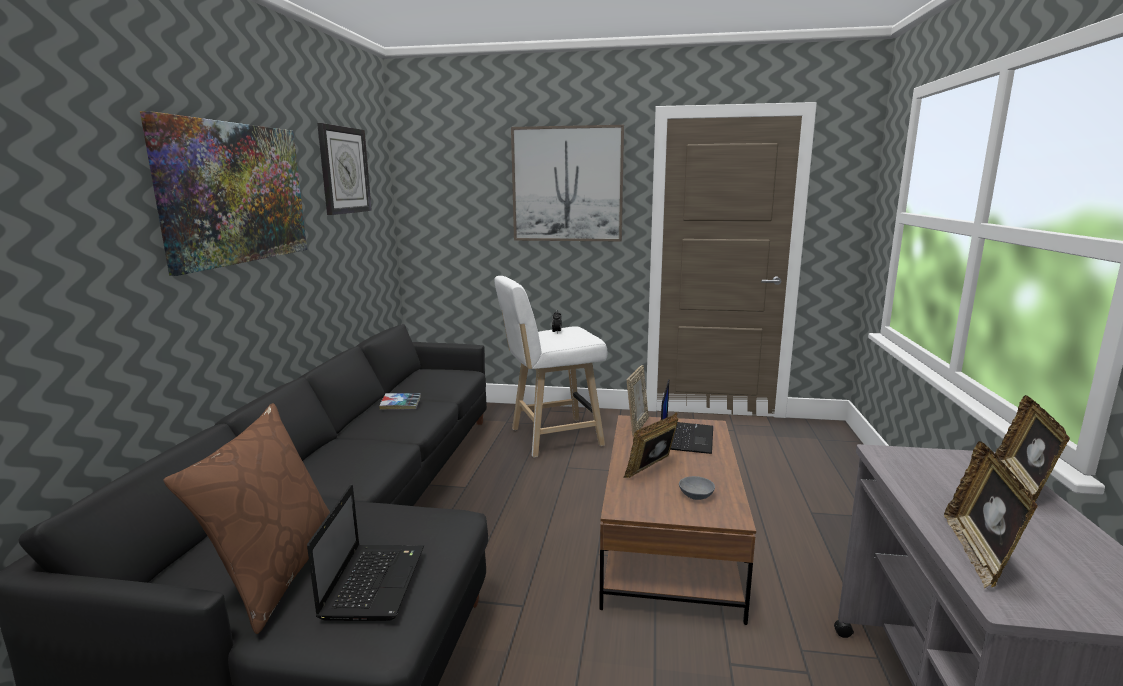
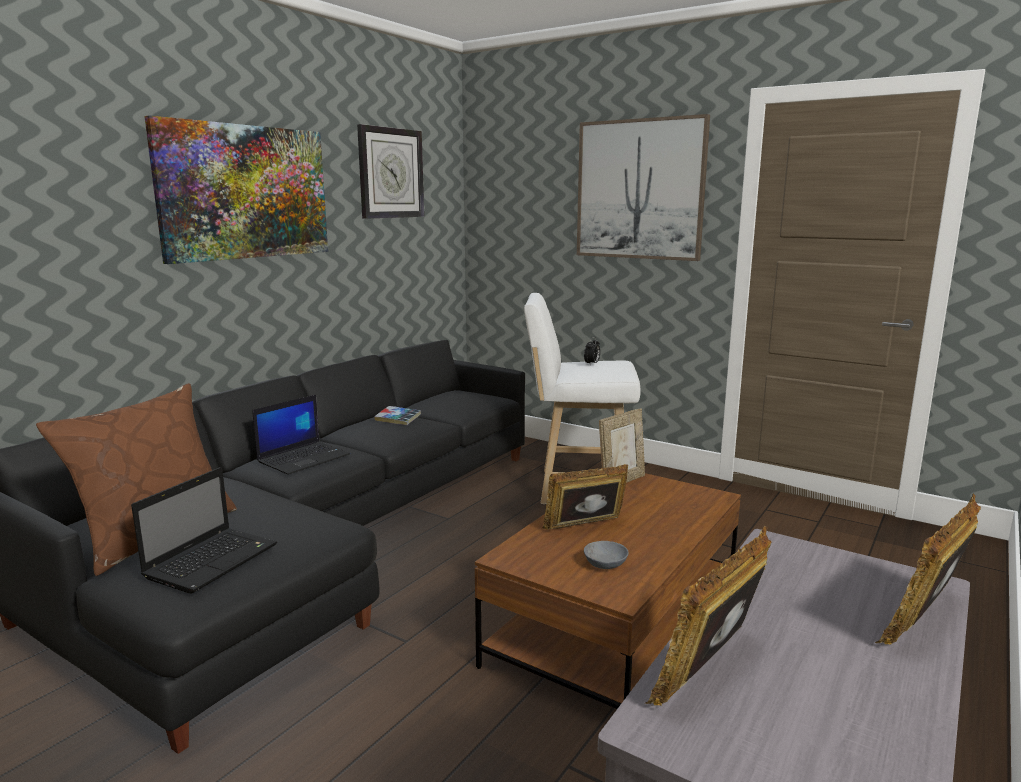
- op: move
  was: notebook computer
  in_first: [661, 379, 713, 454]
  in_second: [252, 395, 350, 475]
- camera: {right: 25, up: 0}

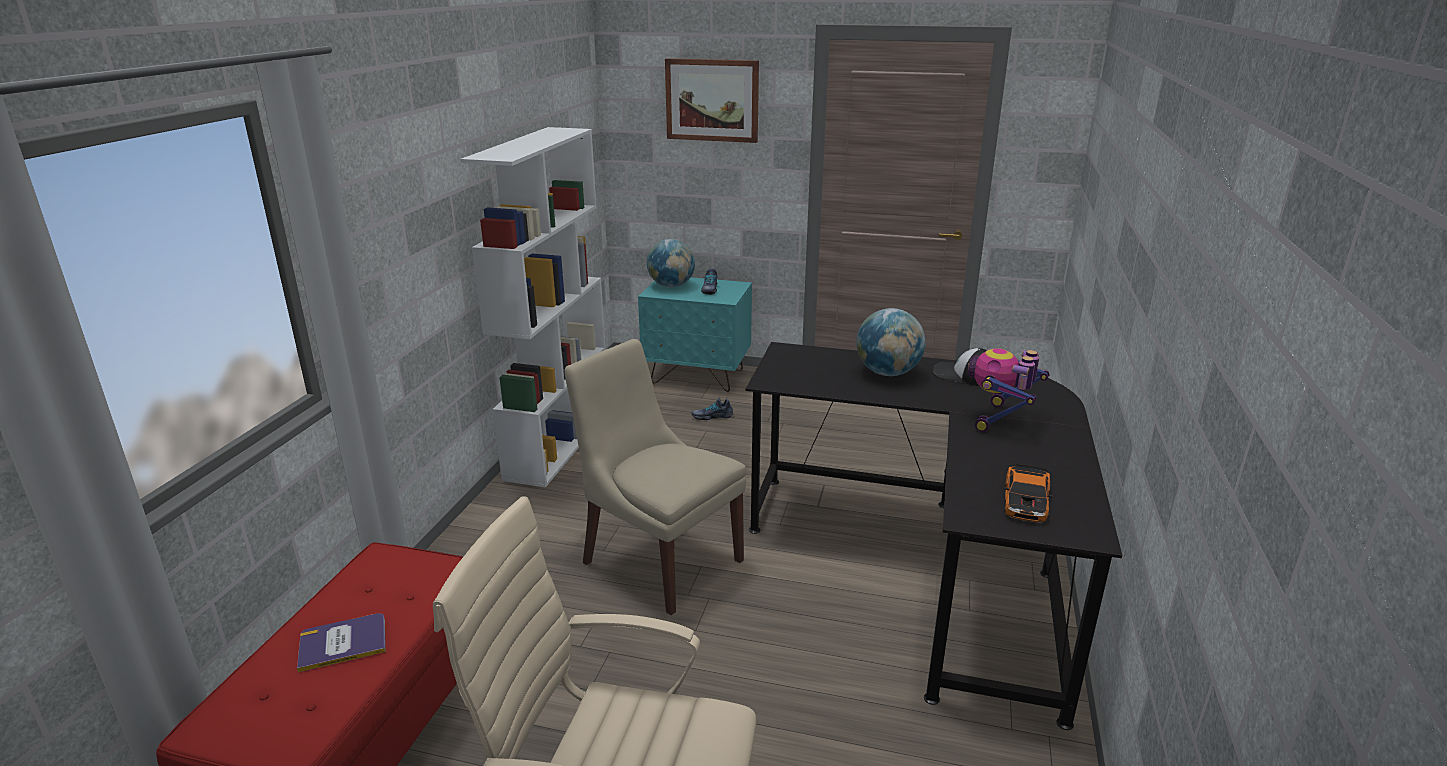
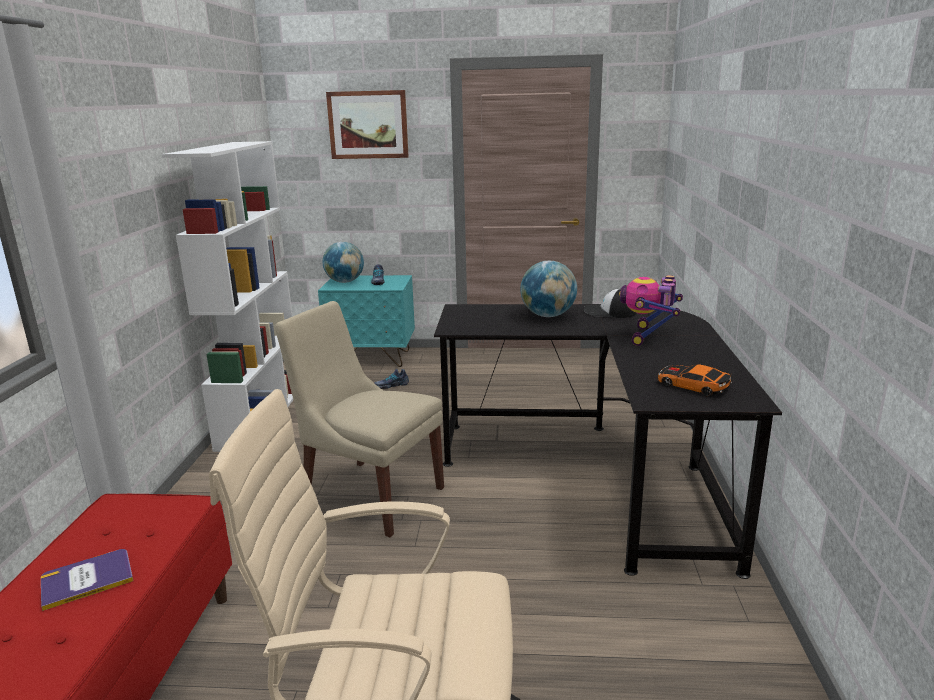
- op: rotate
  was: toy car
  in_first: [1004, 464, 1053, 523]
  in_second: [657, 364, 732, 397]
  clockwise: 120
- camera: {right: -10, up: -5}

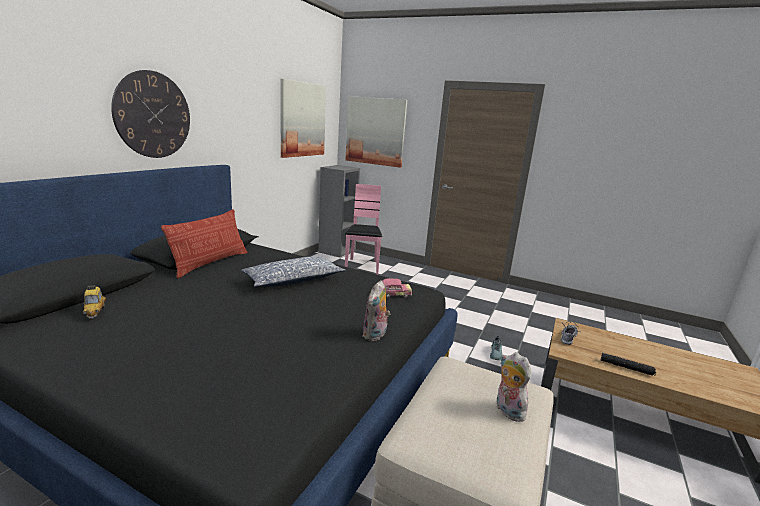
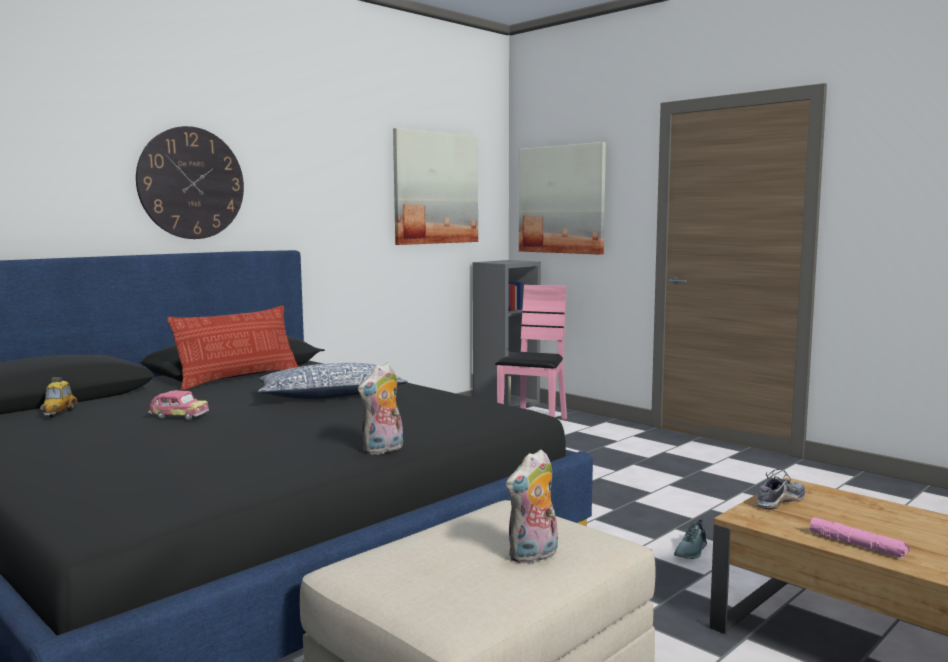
- op: move
  was: toy car
  in_first: [382, 278, 412, 298]
  in_second: [149, 390, 209, 420]
- op: recolor
  was: black-coloured hand torch
  now: pinkish hand torch
  in_first: [601, 353, 656, 376]
  in_second: [810, 517, 910, 558]
- op: rotate
  was: plush toy
  in_first: [497, 352, 531, 422]
  in_second: [506, 449, 558, 563]
  clockwise: -120
- camera: {right: 20, up: -10}

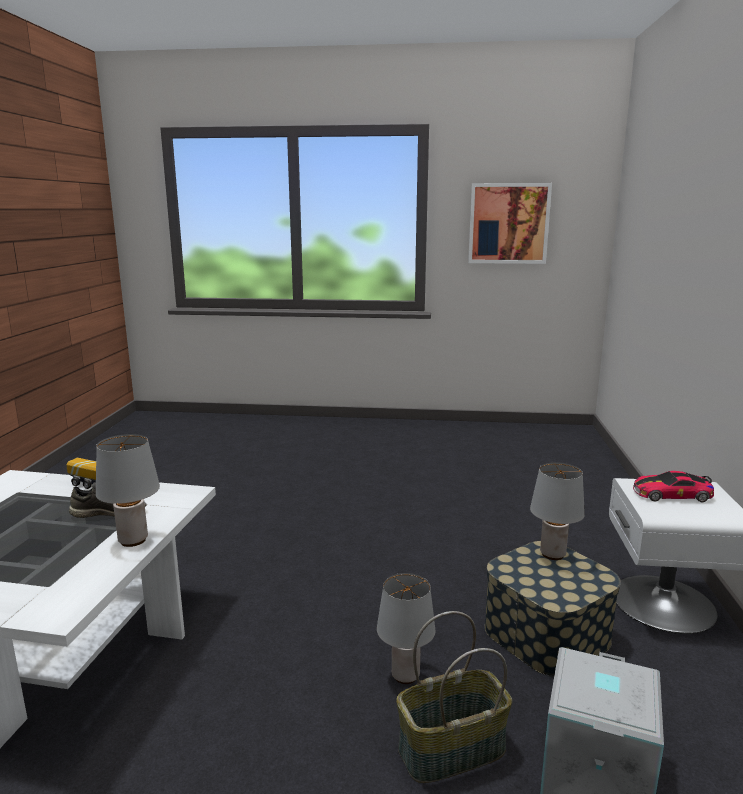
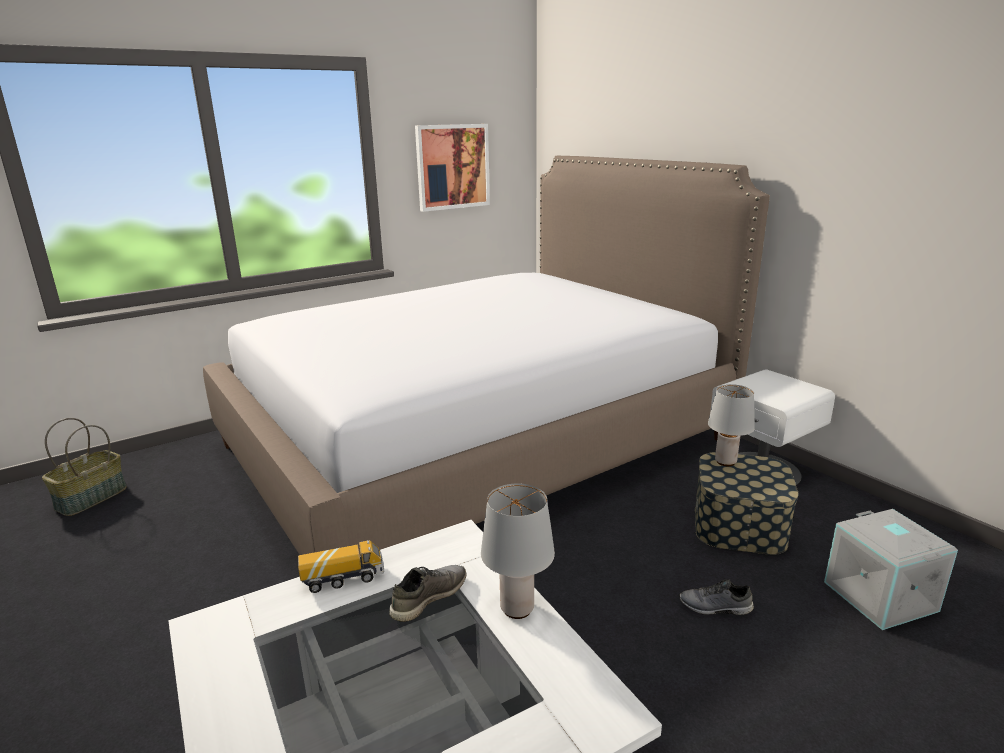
- op: delete
  was: toy car
  in_first: [633, 471, 714, 502]
- op: insert
  now: bedroom bed
  in_second: [203, 156, 770, 556]
- op: move
  was: basket
  in_first: [396, 611, 512, 783]
  in_second: [42, 418, 127, 516]
- op: replace
  was: grey lamp for a table
  now: grey low shoe
  in_first: [377, 573, 435, 684]
  in_second: [679, 579, 754, 615]
- camera: {right: -40, up: 5}

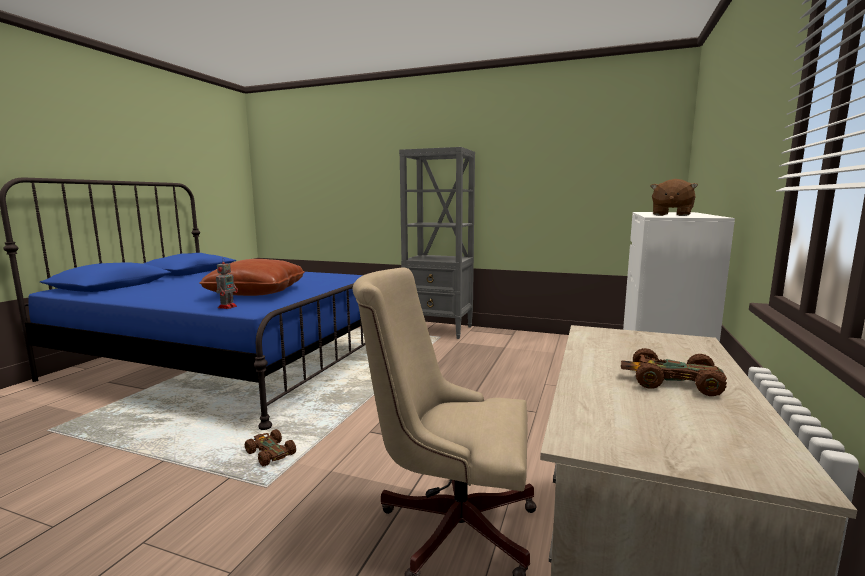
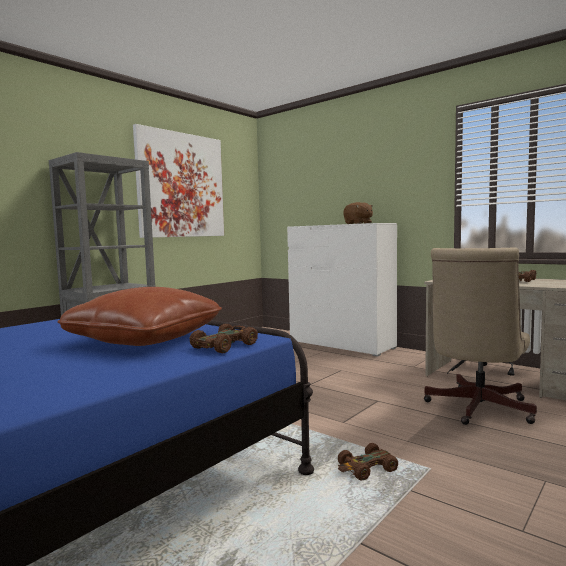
- op: insert
  now: picture
  in_second: [133, 124, 224, 238]
- op: replace
  was: toy robot
  now: brownish toy car
  in_first: [216, 258, 238, 309]
  in_second: [189, 323, 258, 353]
- camera: {right: -70, up: -5}

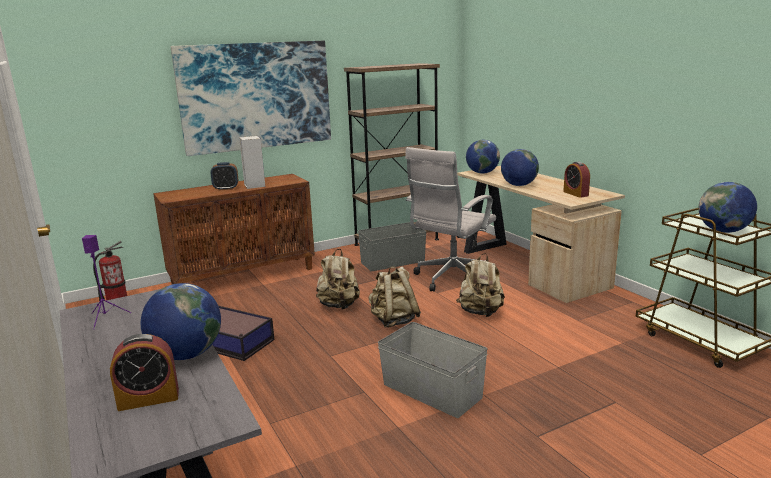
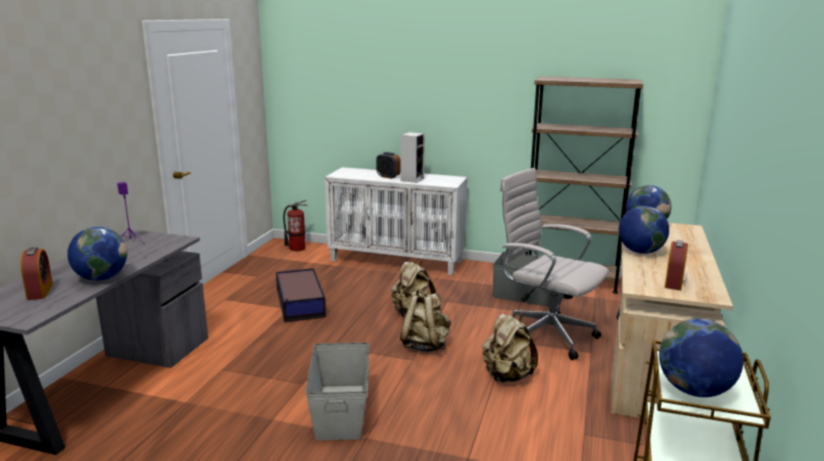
- op: delete
  was: picture
  in_first: [171, 41, 331, 156]
- op: recolor
  was: brownish cupboard
  now: whitish cupboard
  in_first: [153, 174, 315, 284]
  in_second: [325, 167, 467, 276]
- op: rotate
  was: table clock
  in_first: [110, 334, 179, 411]
  in_second: [21, 247, 53, 300]
  clockwise: -135
- op: rotate
  was: whitish office chair
  in_first: [405, 147, 496, 291]
  in_second: [499, 168, 609, 360]
  clockwise: 45
- camera: {right: 45, up: 0}

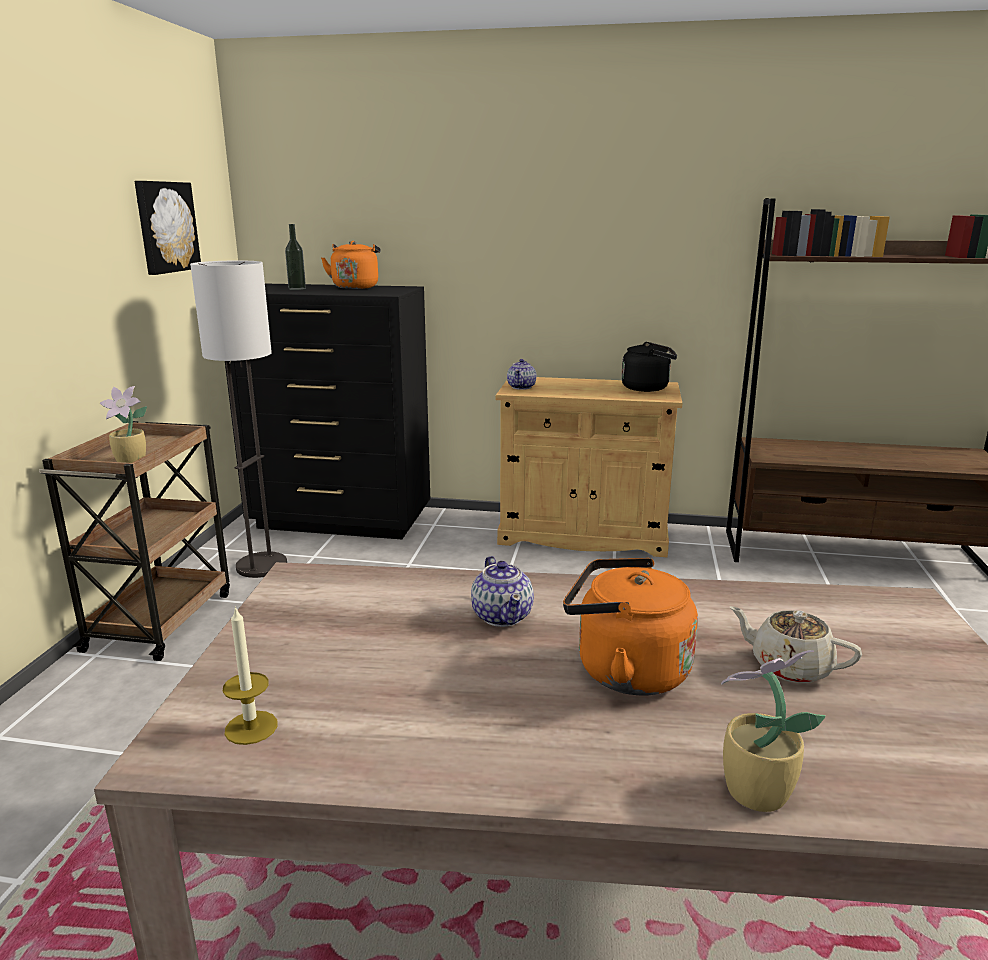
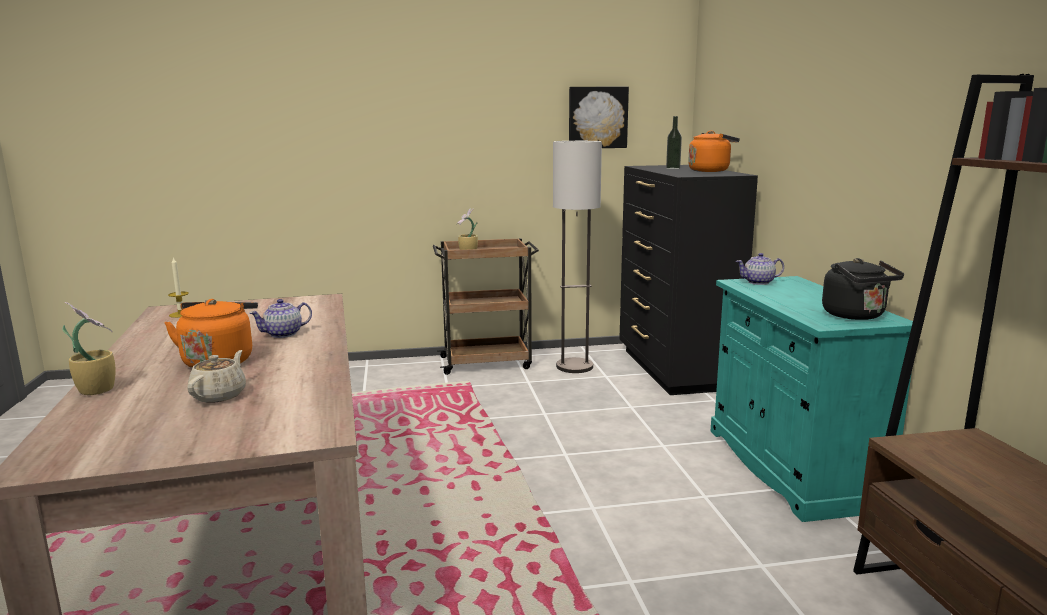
- op: recolor
  was: beige cupboard
  now: blue-green cupboard
  in_first: [496, 377, 682, 557]
  in_second: [711, 276, 913, 522]
- camera: {right: 70, up: -5}

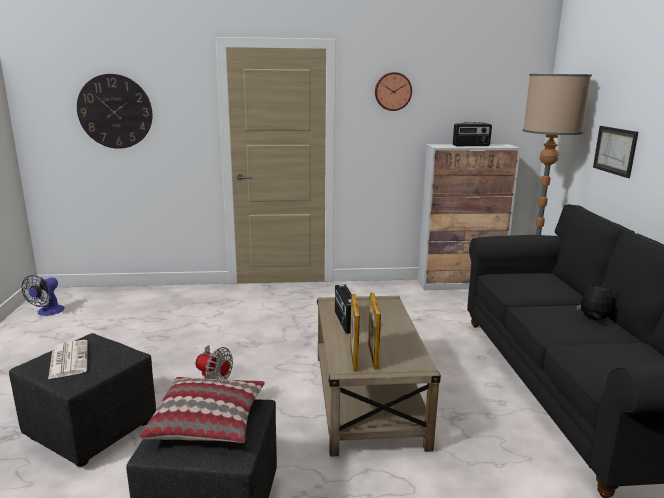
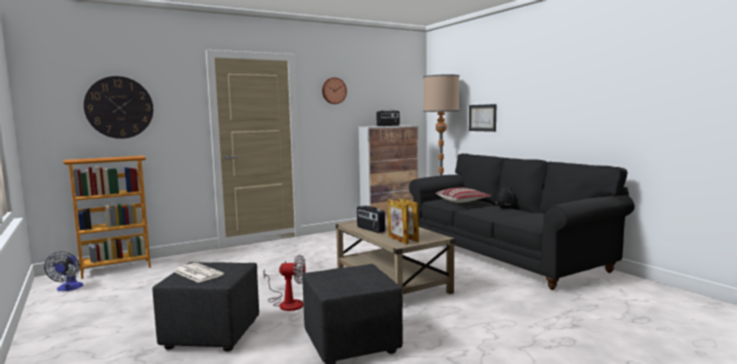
- op: insert
  now: bookshelf
  in_second: [63, 156, 151, 279]
- op: move
  was: pillow
  in_first: [139, 377, 265, 443]
  in_second: [436, 188, 491, 203]
- camera: {right: -25, up: -10}

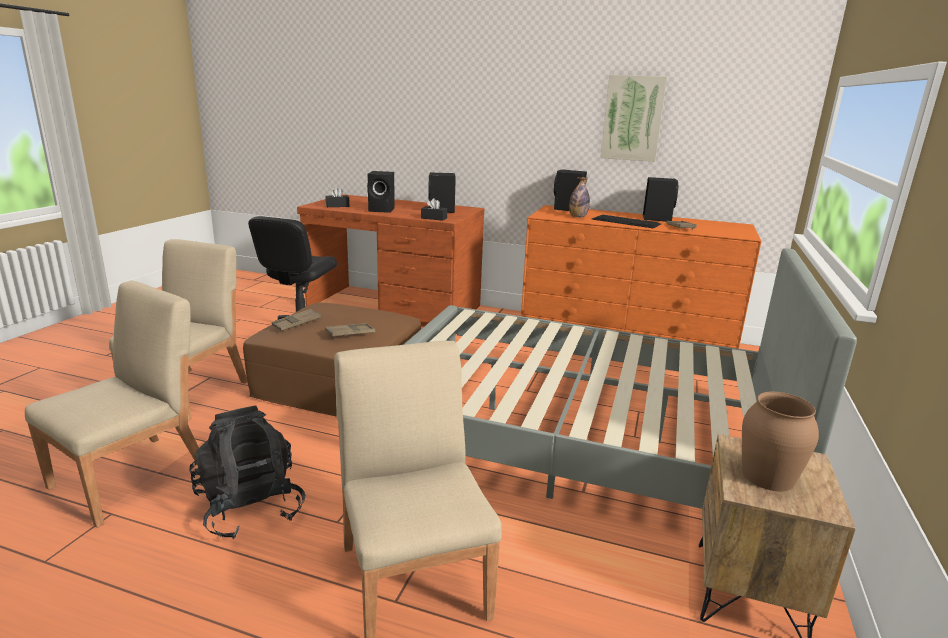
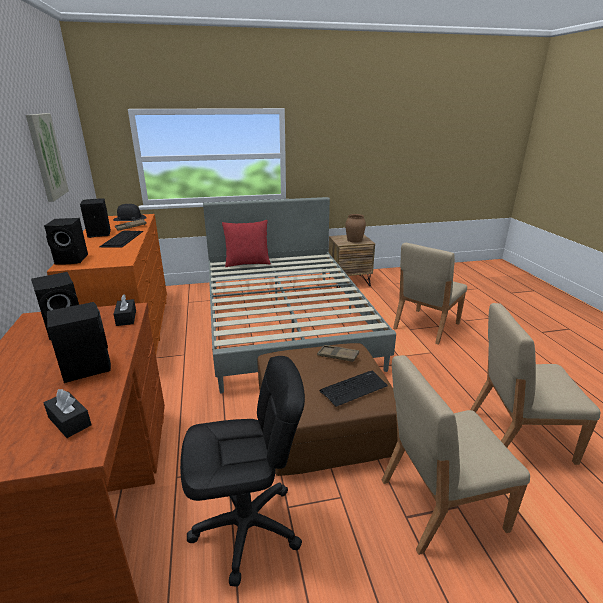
- op: delete
  was: black-coloured rucksack
  in_first: [189, 406, 305, 539]
- op: delete
  was: bottle
  in_first: [569, 177, 590, 217]
- op: insert
  now: black-coloured wearable hat
  in_second: [113, 204, 147, 221]
- op: insert
  now: red pillow
  in_second: [222, 220, 271, 267]
- op: replace
  was: brownish tray
  now: computer keyboard
  in_first: [272, 309, 321, 331]
  in_second: [319, 371, 388, 407]
- camera: {right: -120, up: 5}

